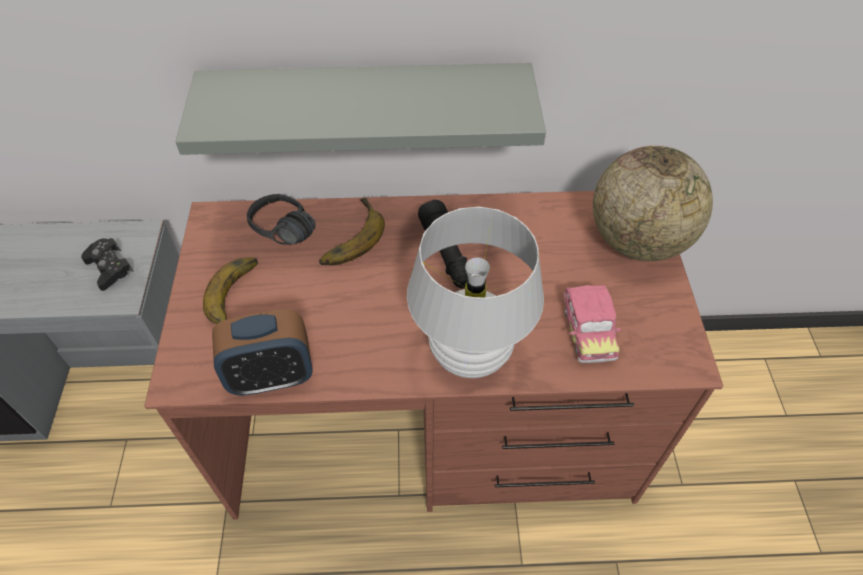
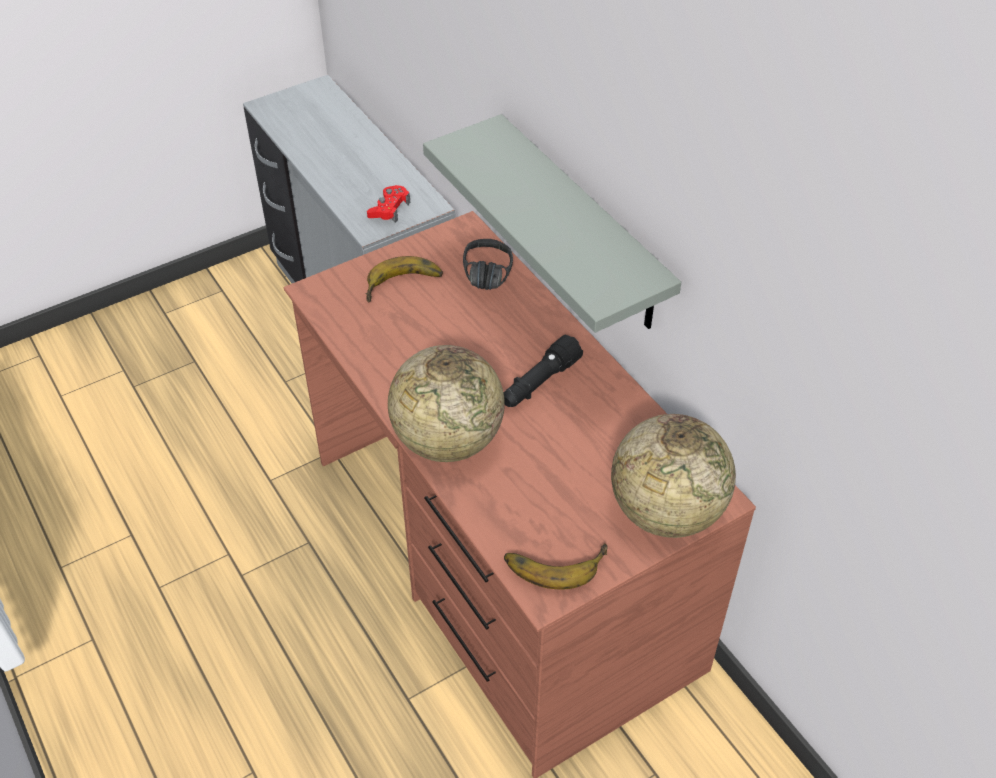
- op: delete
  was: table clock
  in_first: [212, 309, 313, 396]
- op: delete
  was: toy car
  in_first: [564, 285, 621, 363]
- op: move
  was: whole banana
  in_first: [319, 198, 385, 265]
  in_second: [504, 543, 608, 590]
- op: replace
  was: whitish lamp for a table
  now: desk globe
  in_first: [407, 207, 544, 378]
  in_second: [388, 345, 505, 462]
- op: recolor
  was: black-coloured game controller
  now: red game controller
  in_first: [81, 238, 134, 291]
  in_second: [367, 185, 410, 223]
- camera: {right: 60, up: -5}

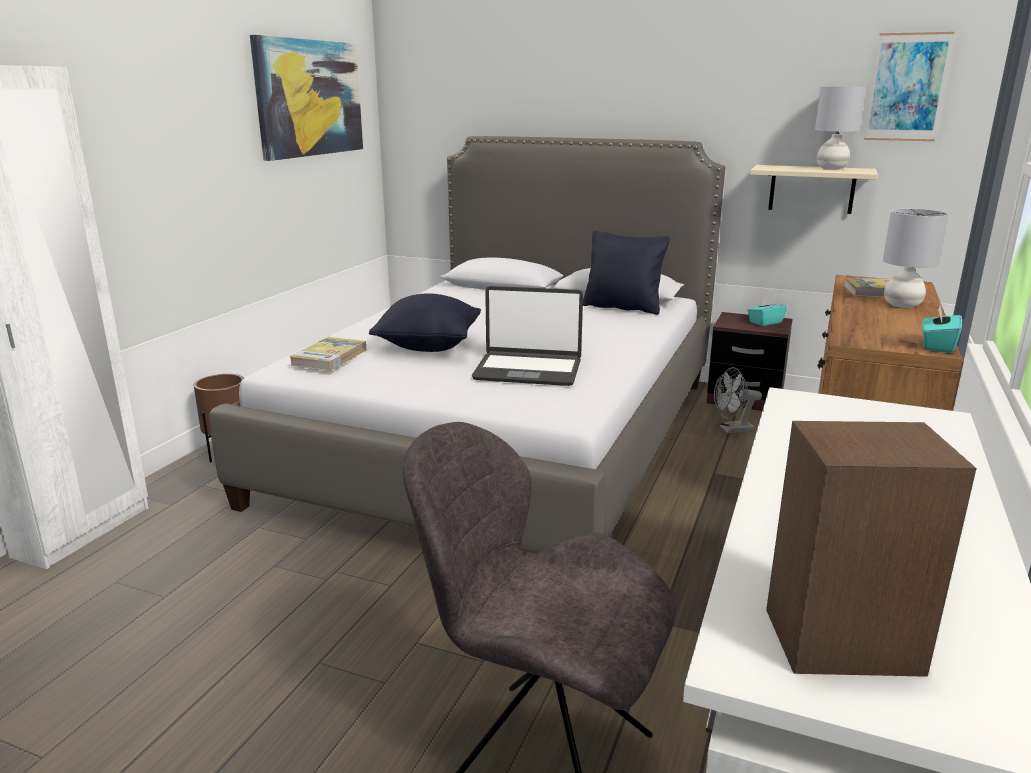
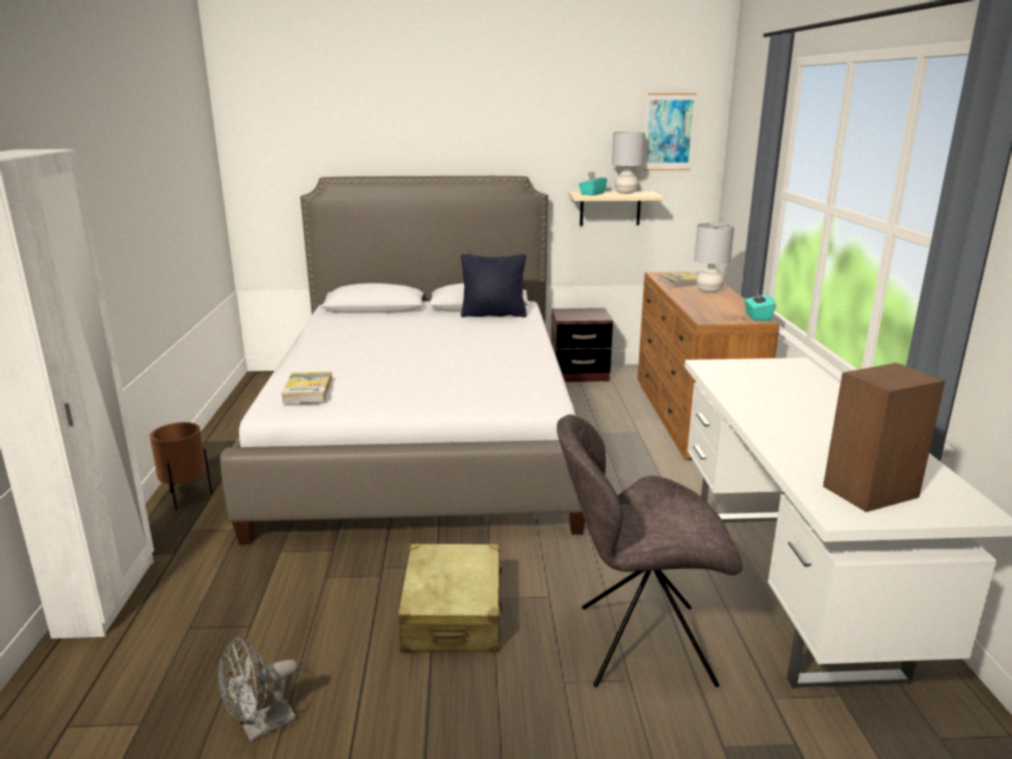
- op: delete
  was: picture
  in_first: [250, 35, 363, 161]
- op: delete
  was: black-coloured pillow
  in_first: [369, 293, 481, 352]
- op: delete
  was: notebook computer
  in_first: [472, 286, 583, 386]
- op: insert
  now: beige travel case
  in_second: [398, 544, 504, 653]
- op: move
  was: grey electric fan
  in_first: [714, 367, 762, 433]
  in_second: [218, 637, 297, 742]
- op: move
  was: blue-green box of tissues
  in_first: [748, 296, 787, 326]
  in_second: [579, 172, 607, 196]
- camera: {right: -25, up: 0}

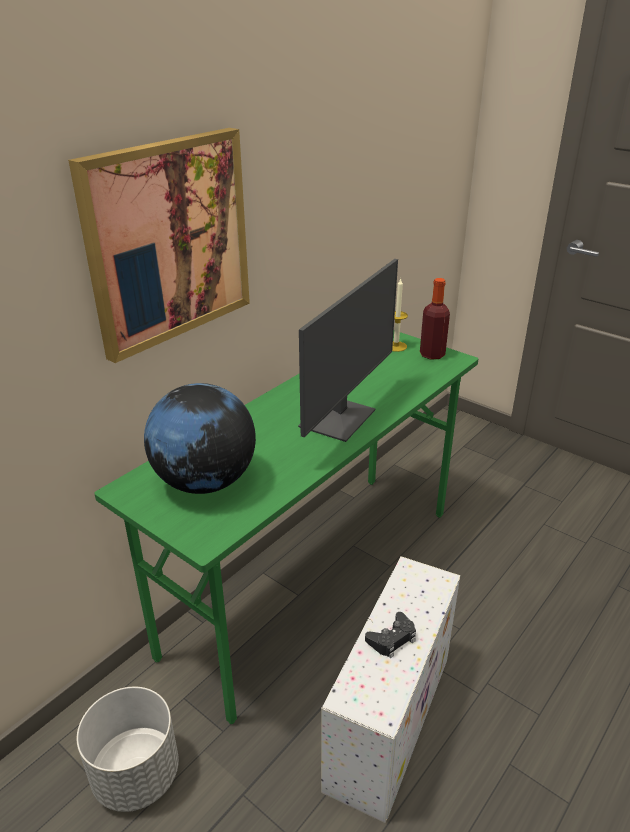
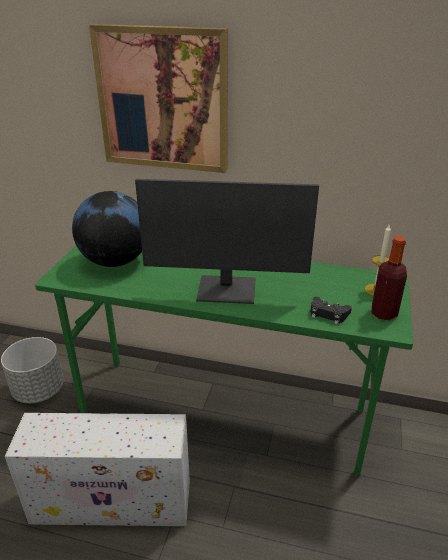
- op: move
  was: black-coloured game controller
  in_first: [365, 612, 416, 658]
  in_second: [310, 297, 352, 325]
- camera: {right: 65, up: 0}

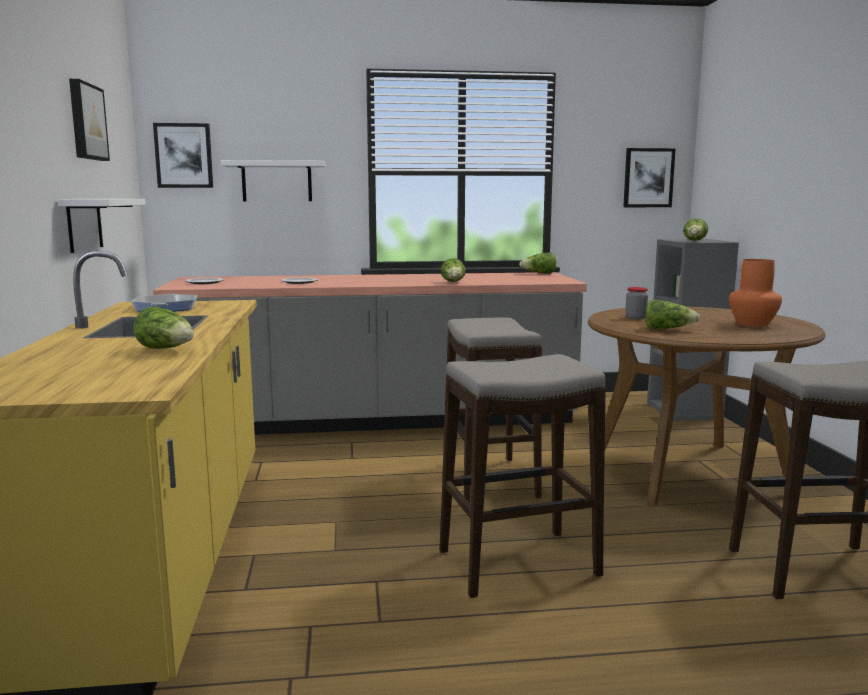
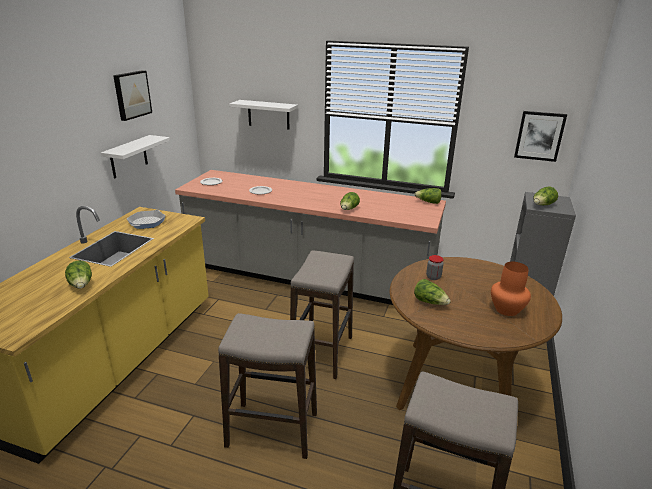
- op: delete
  was: picture
  in_first: [153, 123, 213, 188]
- camera: {right: 25, up: 15}

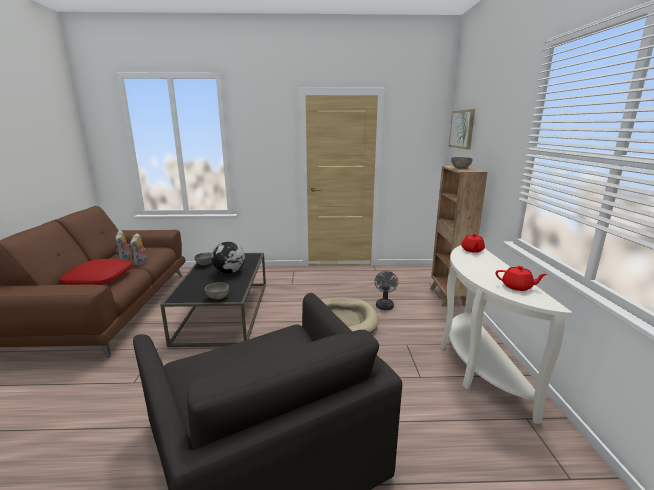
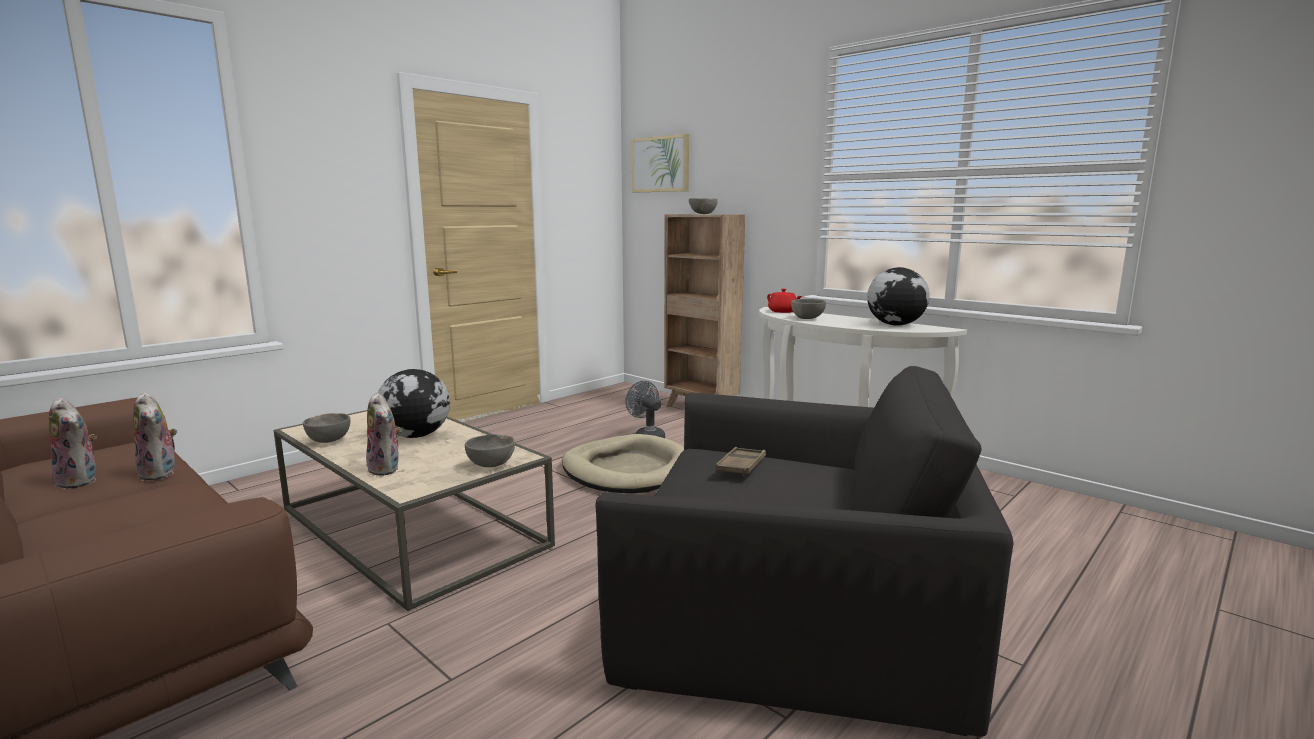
- op: delete
  was: red pillow
  in_first: [59, 259, 132, 285]
- op: insert
  now: plush toy
  in_second: [366, 392, 402, 476]
- op: insert
  now: brownish tray
  in_second: [715, 447, 766, 477]
- op: insert
  now: grey bowl
  in_second: [791, 299, 826, 319]
- op: replace
  was: red teapot
  now: desk globe
  in_first: [496, 266, 548, 291]
  in_second: [867, 267, 930, 326]
- op: recolor
  was: black-coloured lounge table
  now: beige lounge table
  in_first: [160, 253, 266, 348]
  in_second: [274, 410, 555, 611]
- camera: {right: -45, up: -5}

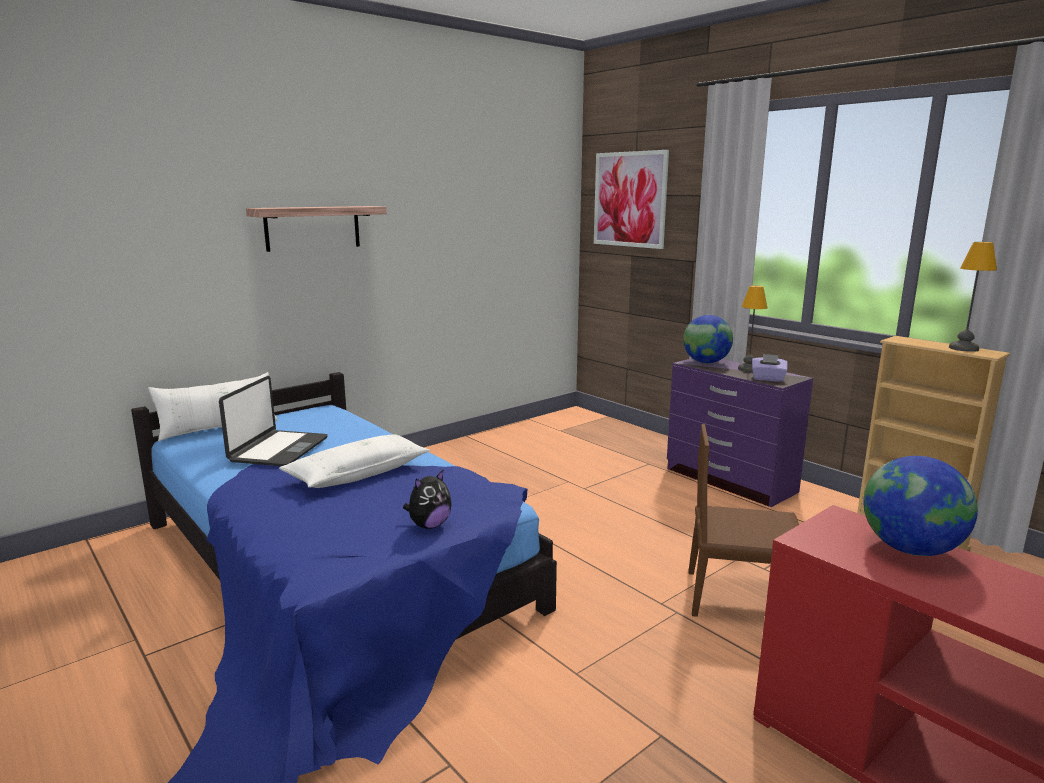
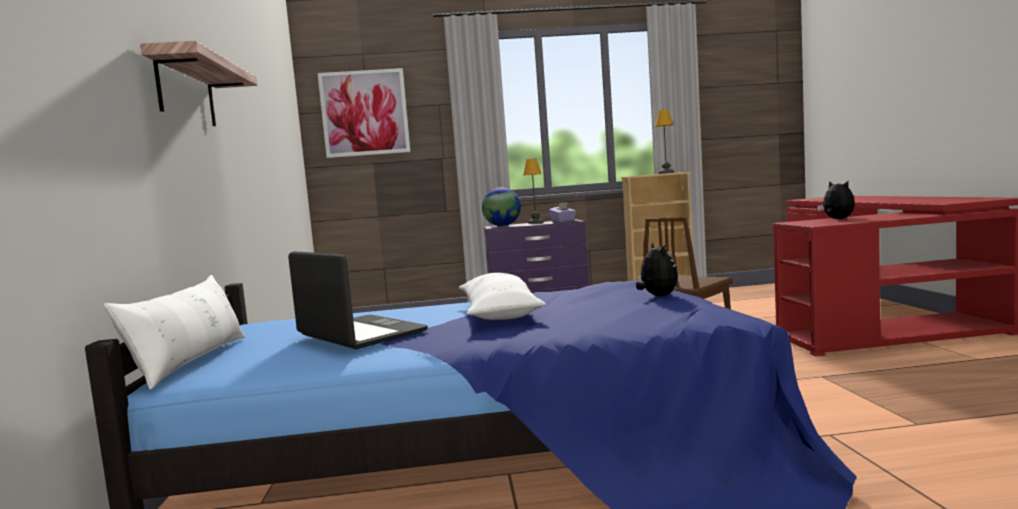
- op: replace
  was: desk globe
  now: plush toy
  in_first: [863, 456, 978, 556]
  in_second: [817, 180, 855, 219]
- camera: {right: -55, up: -10}

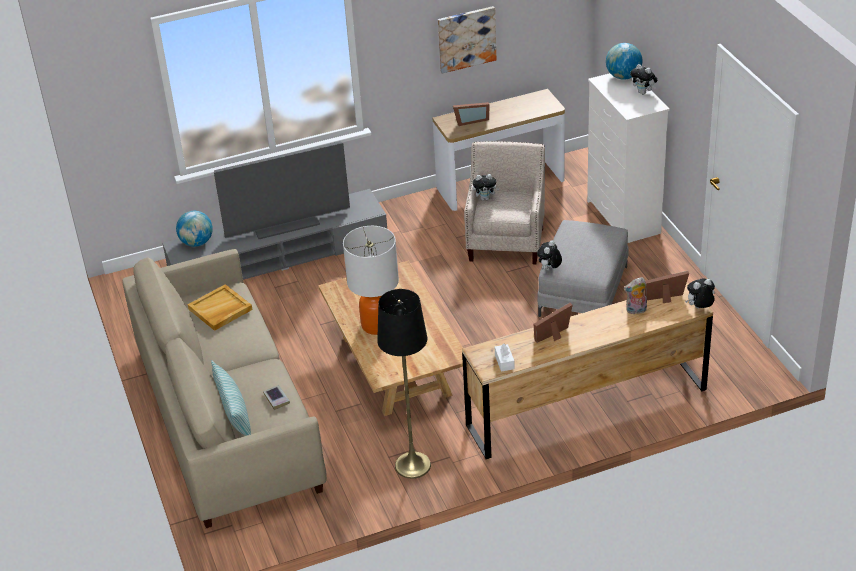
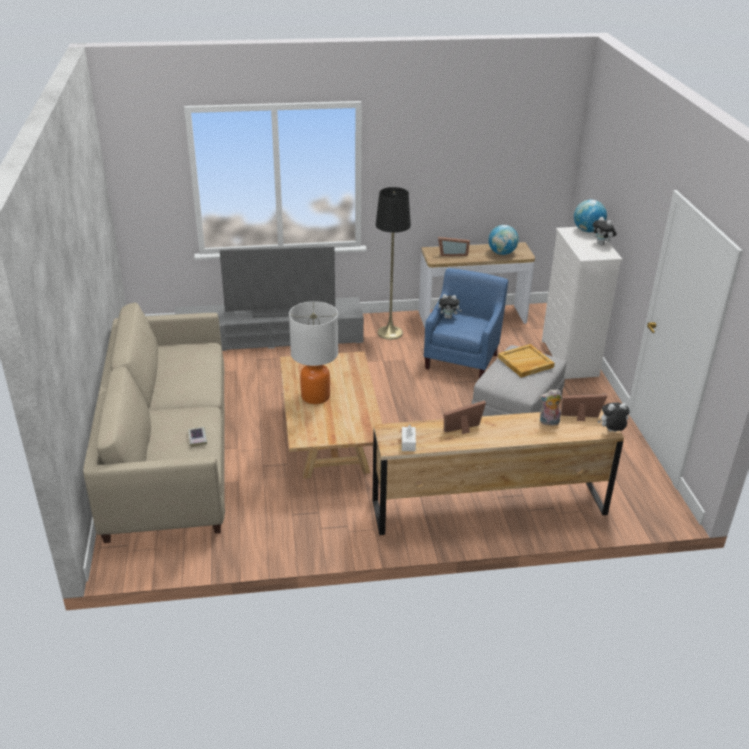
- op: delete
  was: pillow
  in_first: [211, 360, 251, 436]
- op: delete
  was: picture
  in_first: [438, 6, 497, 74]
- op: delete
  was: plush toy
  in_first: [537, 240, 562, 271]
- op: move
  was: desk globe
  in_first: [176, 211, 213, 247]
  in_second: [488, 225, 519, 255]
- op: move
  was: beige tray
  in_first: [188, 284, 252, 331]
  in_second: [498, 344, 554, 378]
- op: move
  was: black-coloured standing lamp
  in_first: [377, 289, 431, 479]
  in_second: [376, 187, 411, 340]
- op: recolor
  was: beige easy chair
  now: blue-coloured easy chair
  in_first: [464, 141, 545, 264]
  in_second: [424, 268, 508, 378]
- camera: {right: 10, up: -5}

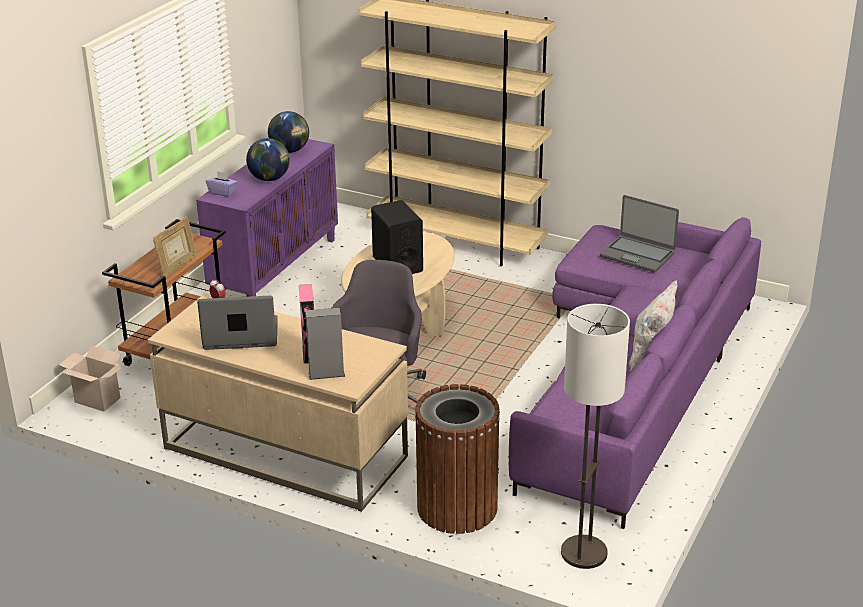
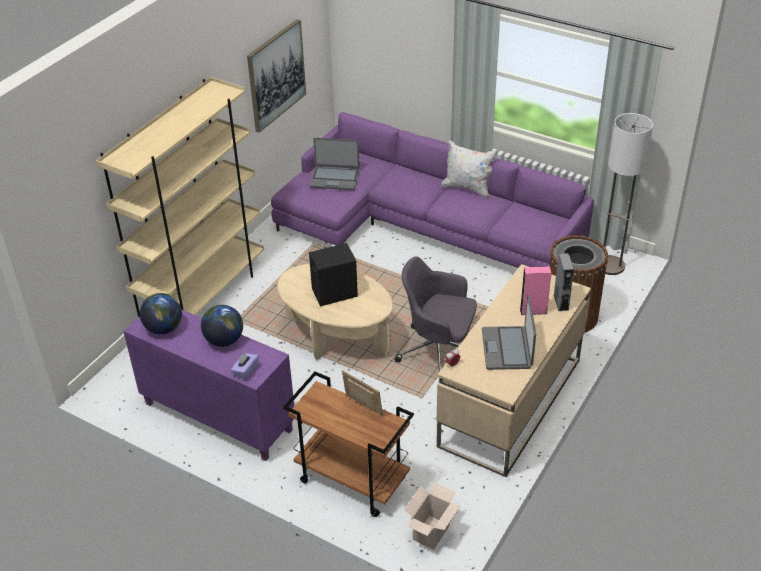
- op: insert
  now: picture
  in_second: [247, 19, 306, 133]
- op: rotate
  was: notebook computer
  in_first: [600, 195, 679, 272]
  in_second: [310, 138, 360, 190]
  clockwise: 60
- camera: {right: -85, up: 10}

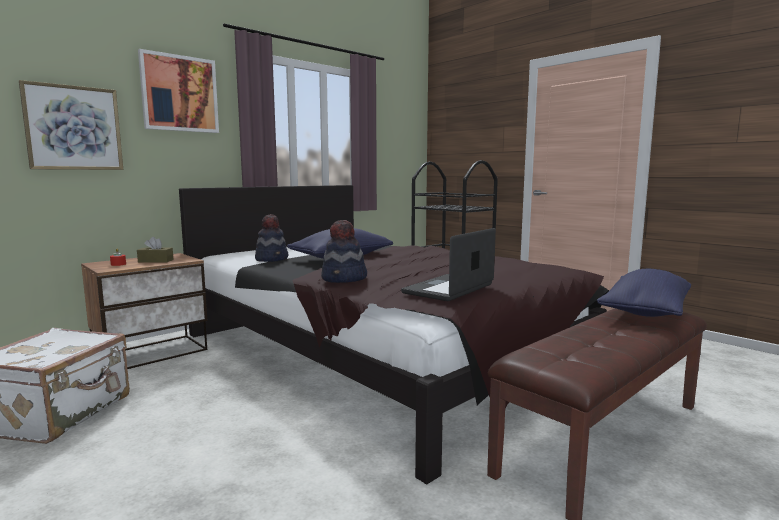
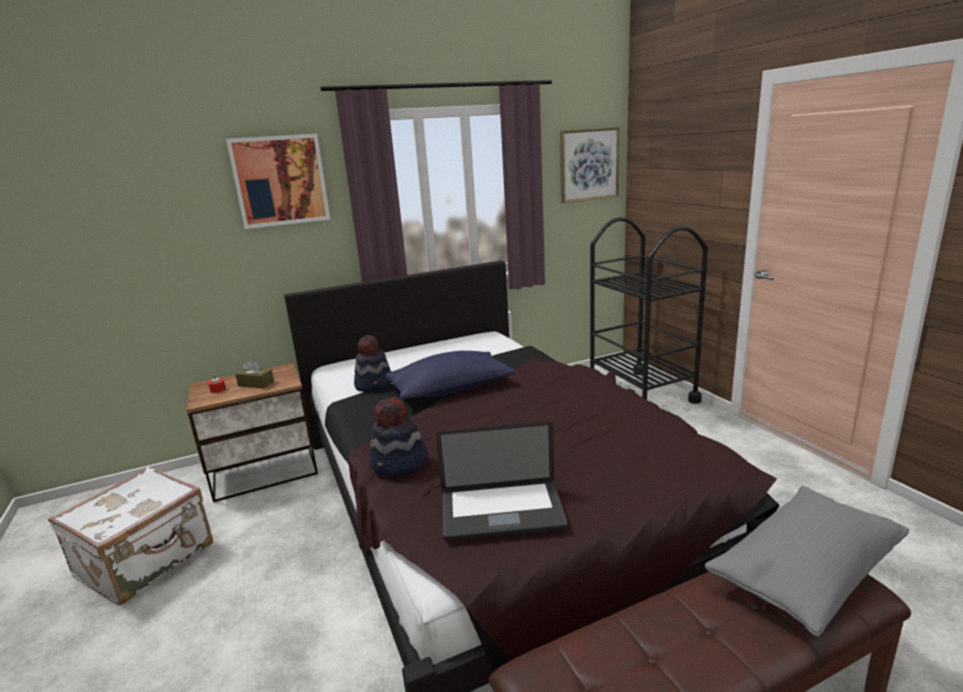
- op: move
  was: picture
  in_first: [19, 80, 123, 170]
  in_second: [560, 127, 620, 203]
- op: recolor
  was: blue-coloured pillow
  now: grey pillow
  in_first: [597, 269, 691, 317]
  in_second: [705, 486, 909, 637]
- op: rotate
  was: notebook computer
  in_first: [401, 228, 496, 301]
  in_second: [436, 422, 568, 541]
  clockwise: -150
- camera: {right: 20, up: 10}

